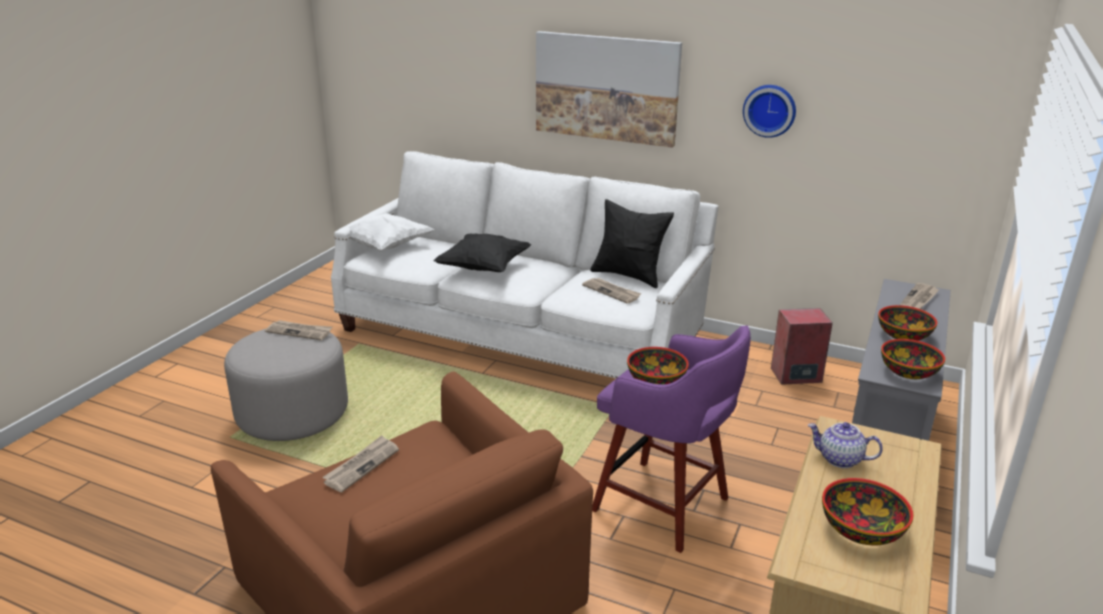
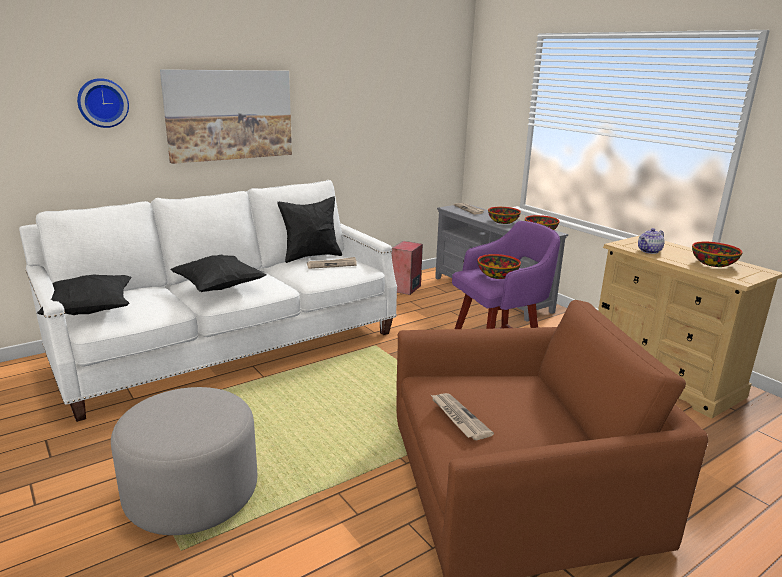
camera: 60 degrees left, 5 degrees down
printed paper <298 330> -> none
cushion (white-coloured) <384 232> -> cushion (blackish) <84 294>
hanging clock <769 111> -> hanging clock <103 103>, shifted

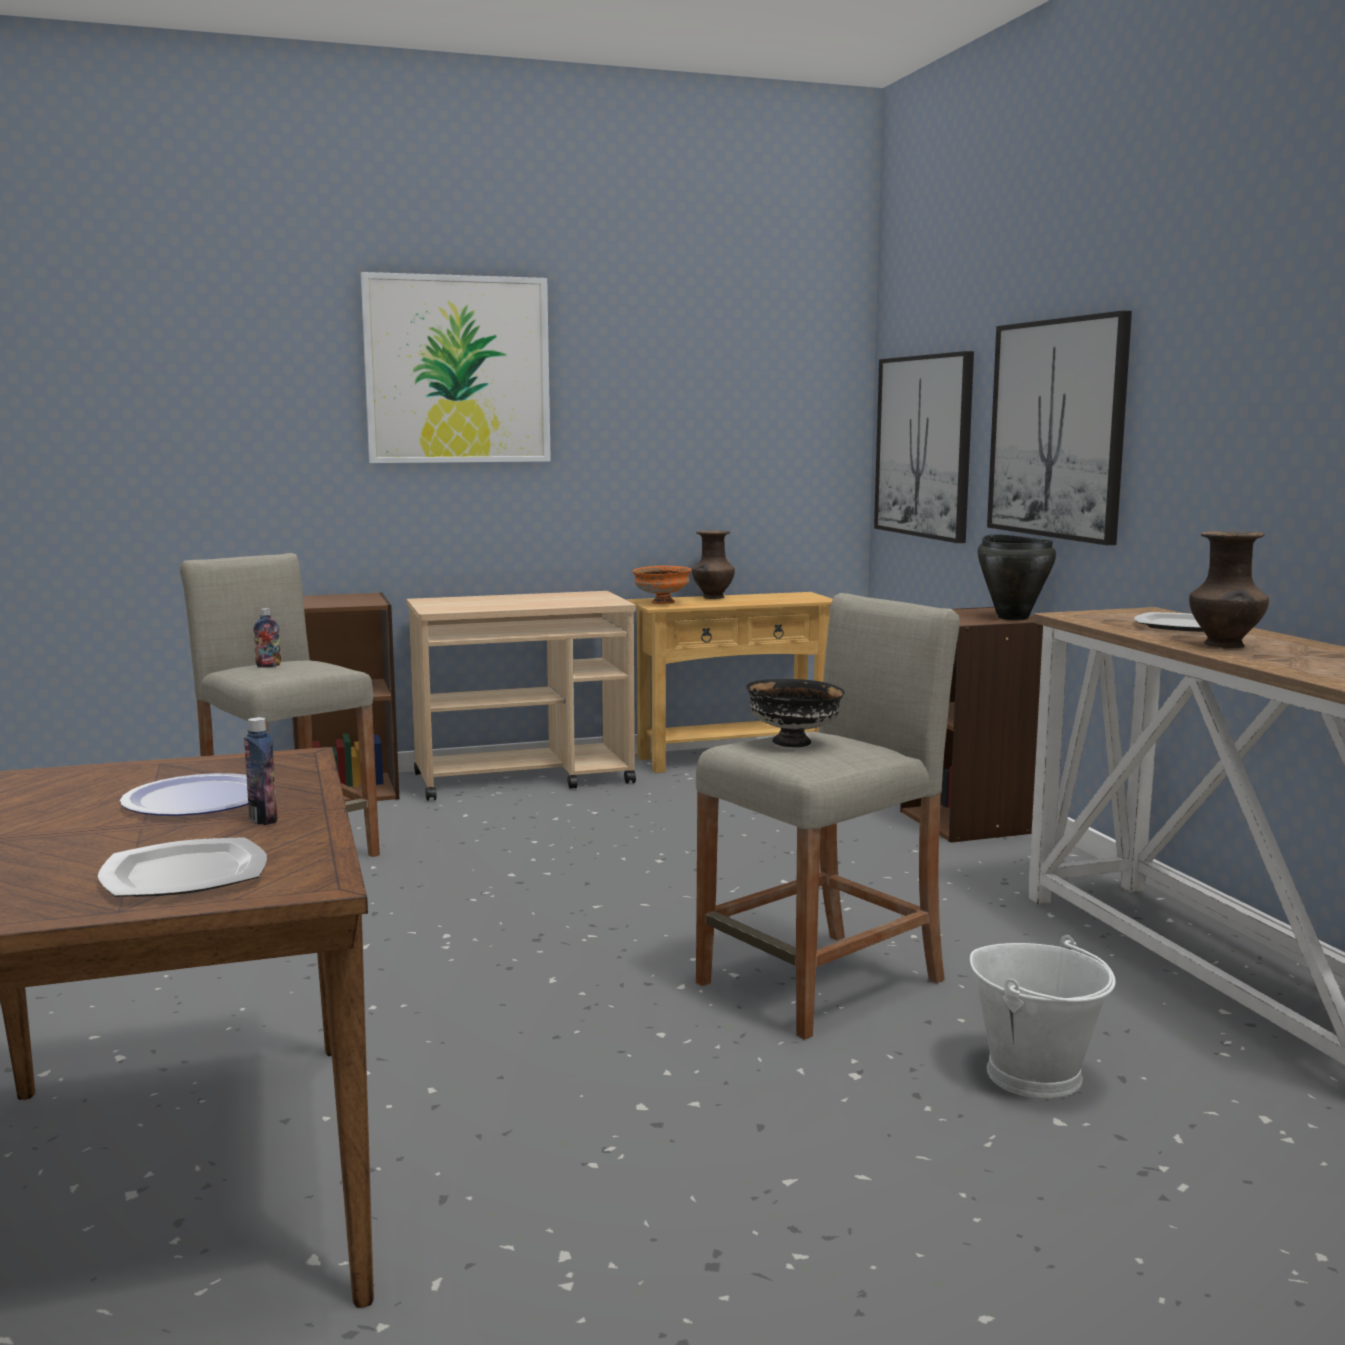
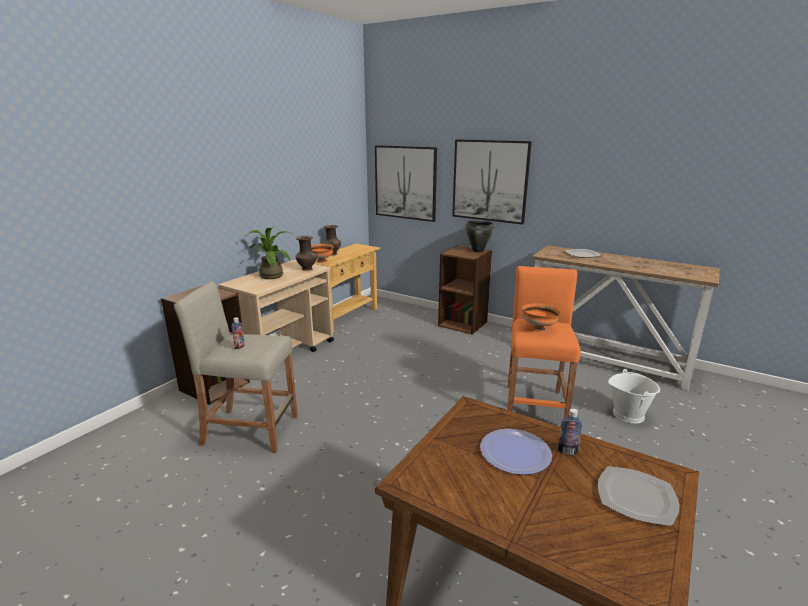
camera: 40 degrees left, 10 degrees up
picture <456 367> -> none
stool seat (sand-coloured) <828 816> -> stool seat (orange) <544 341>
deep dish (blackish) <795 713> -> deep dish (orange) <541 317>
decorative vase (brownish) <1229 589> -> decorative vase (brownish) <306 253>, shifted
none -> plant in a pot <268 253>

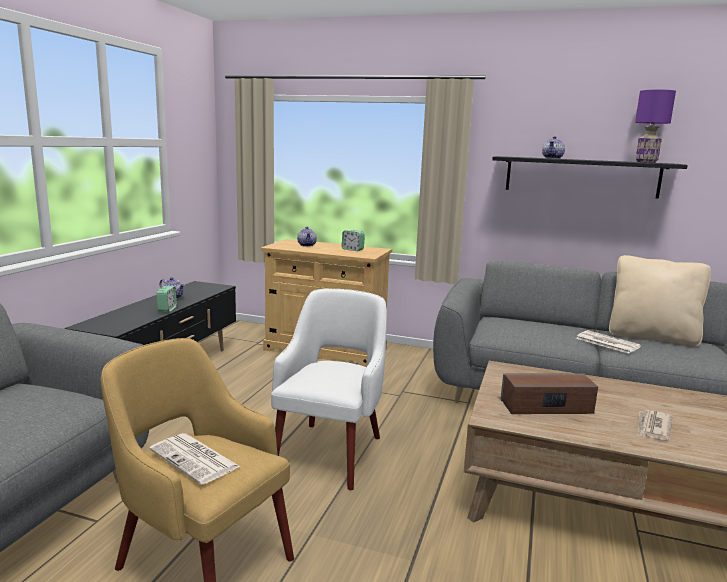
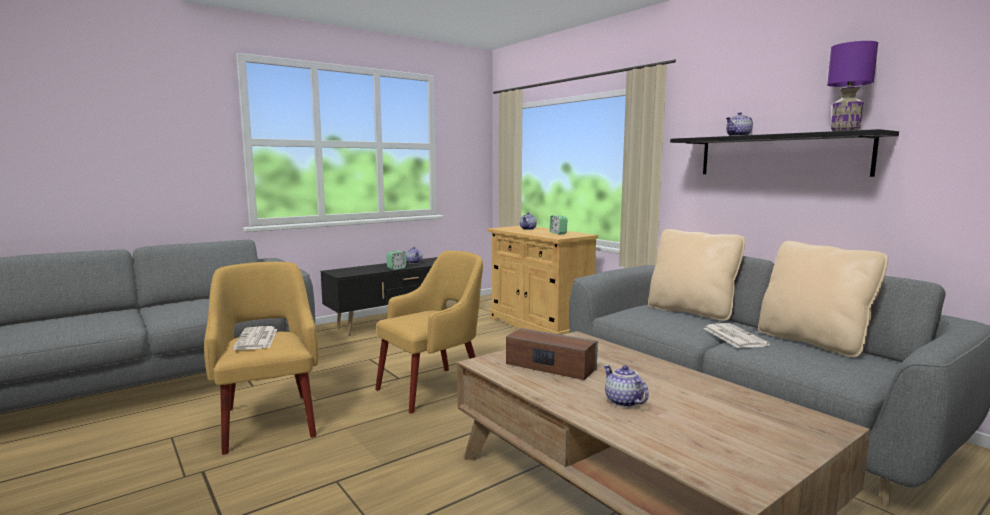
camera: 35 degrees right, 5 degrees down
armchair (white-coloured) <329 389> -> armchair (yellow) <429 332>
printed paper <654 425> -> teapot <626 386>
none -> cushion (sand-coloured) <696 275>

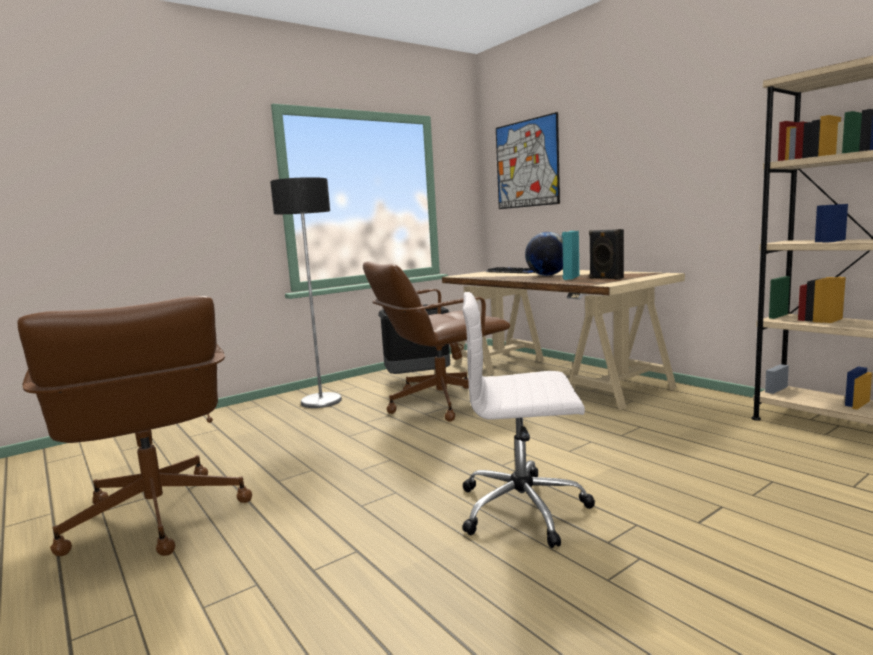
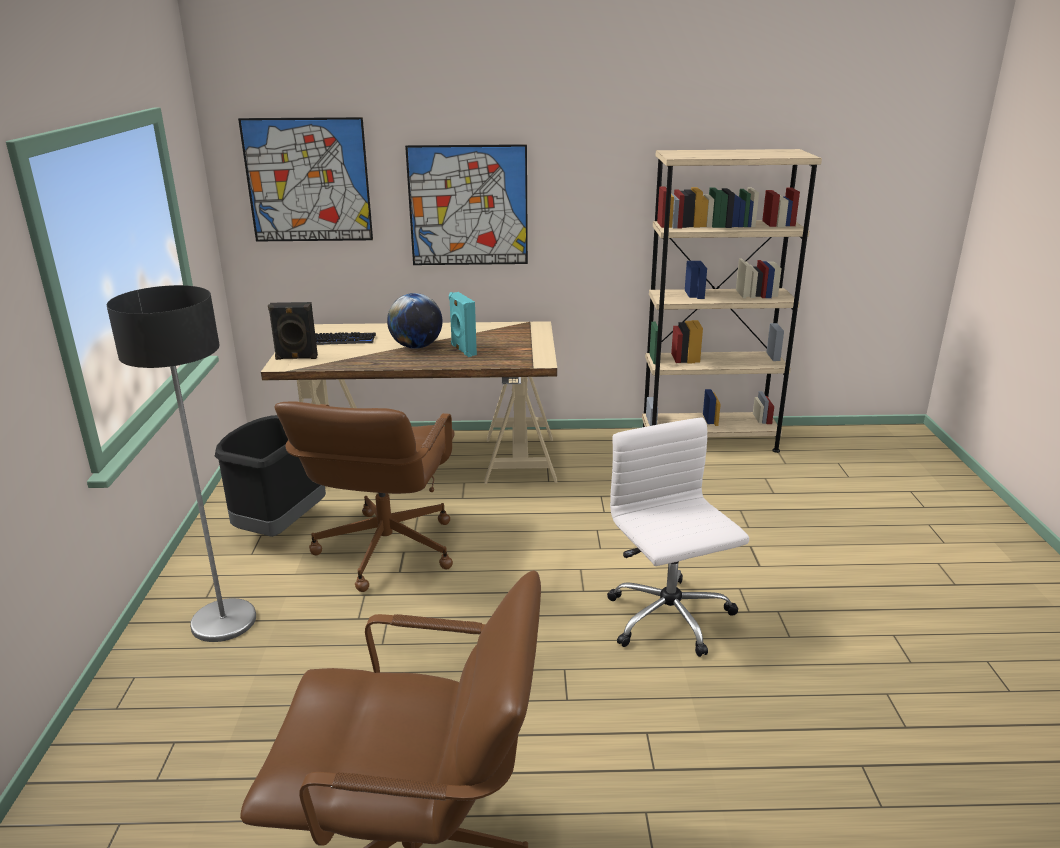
camera: 55 degrees left, 15 degrees up
office chair (white-coloured) <528 420> -> office chair (white-coloured) <678 537>, 120 degrees clockwise
audio speaker (blackish) <606 254> -> audio speaker (blackish) <293 331>, shifted
none -> picture <466 204>

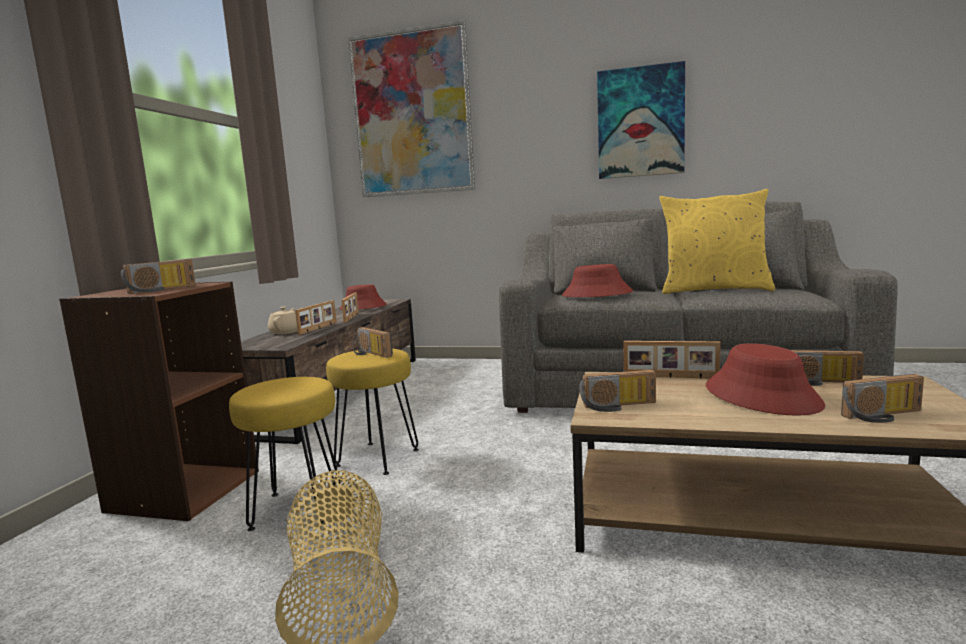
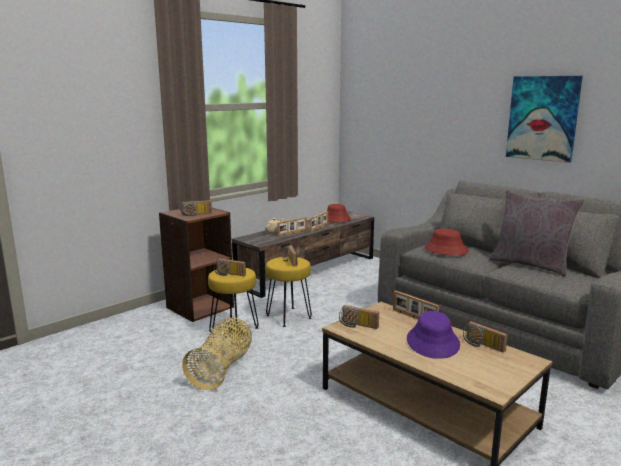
camera: 30 degrees right, 5 degrees up
picture <411 108> -> none
cushion (yellow) <717 241> -> cushion (grey) <536 233>
clothing hat (red-coloured) <765 379> -> clothing hat (purple-coloured) <433 335>
radio set <882 398> -> radio set <230 267>, shifted

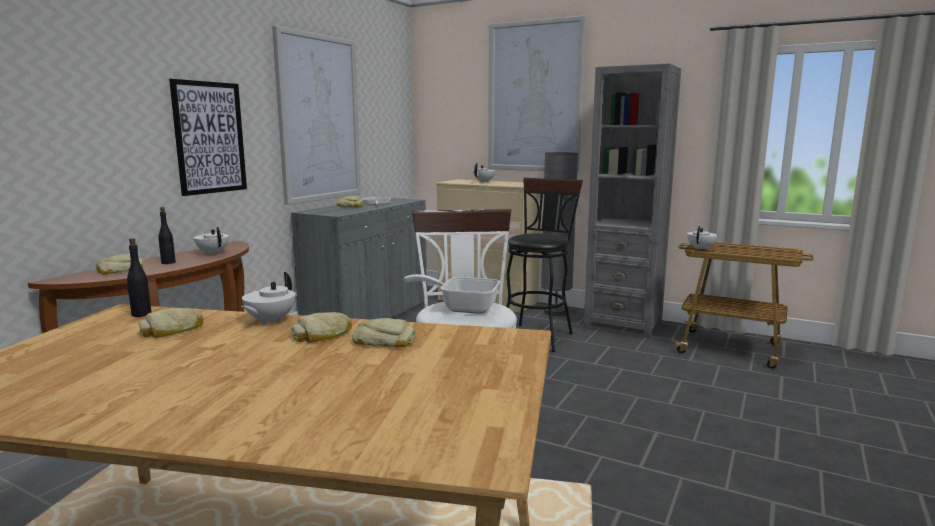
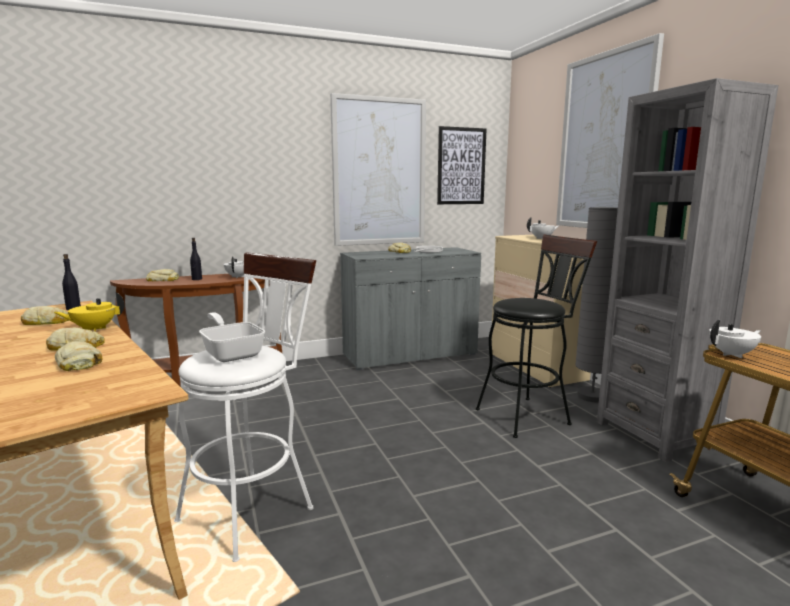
camera: 40 degrees right, 0 degrees up
picture <208 137> -> picture <462 165>, shifted
teapot (white-coloured) <268 298> -> teapot (yellow) <89 311>

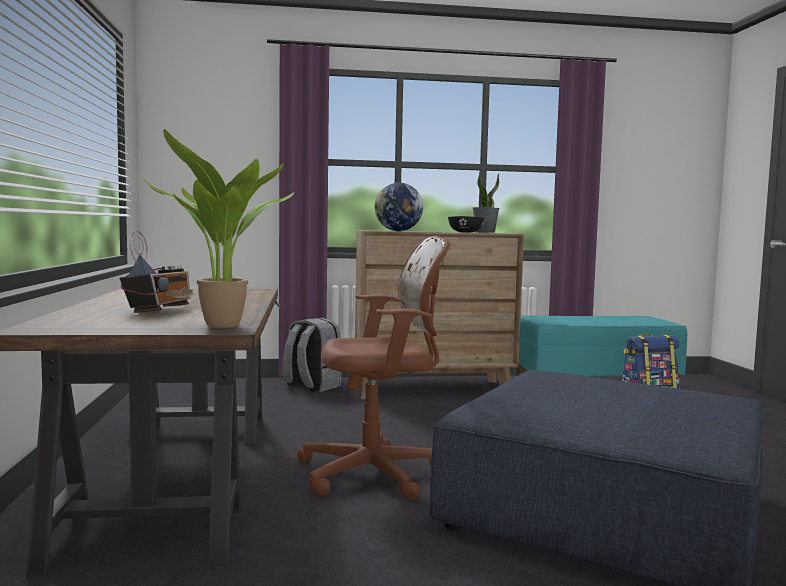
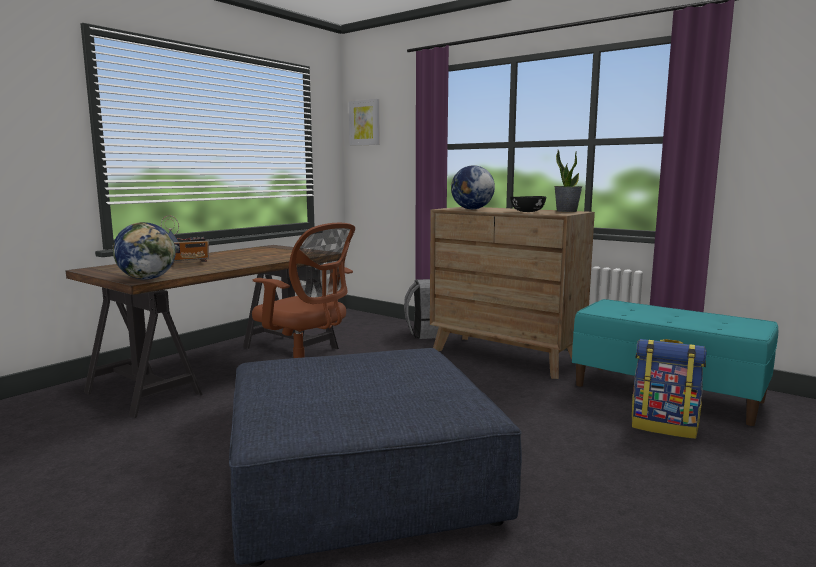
camera: 45 degrees right, 5 degrees up
plant in a pot <219 228> -> desk globe <144 251>
none -> picture <364 122>

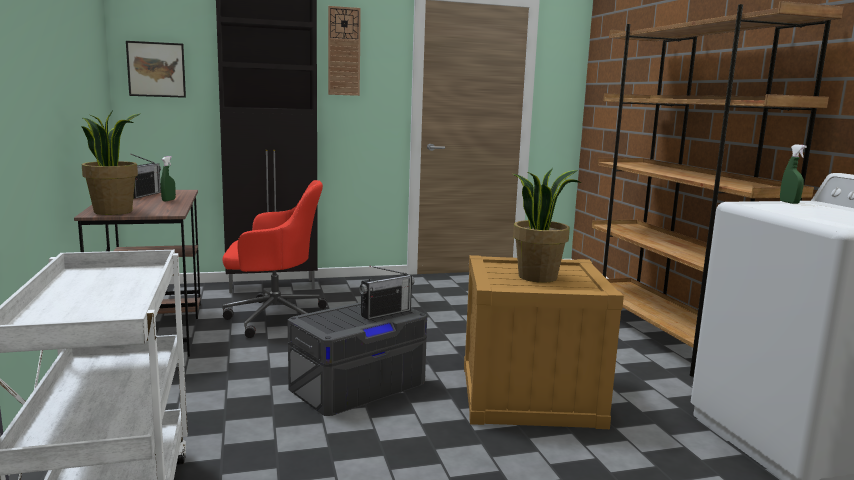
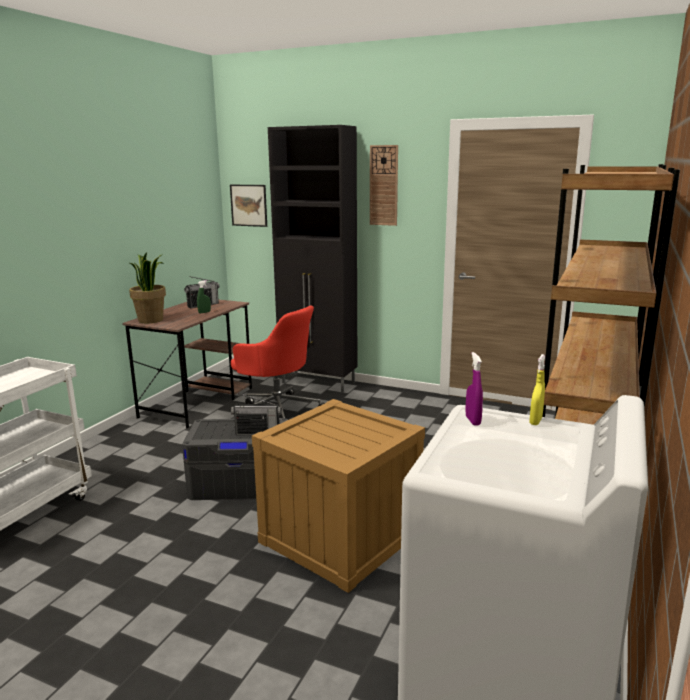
camera: 40 degrees right, 5 degrees up
plant in a pot <547 225> -> none
spray bottle (green-coloured) <793 174> -> spray bottle (yellow) <537 389>
none -> spray bottle (purple-coloured) <474 389>

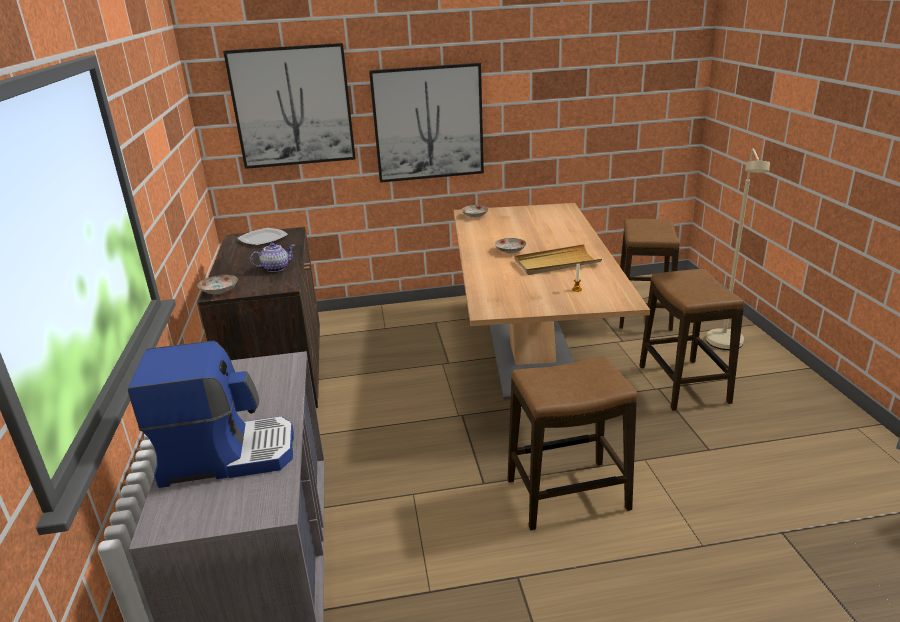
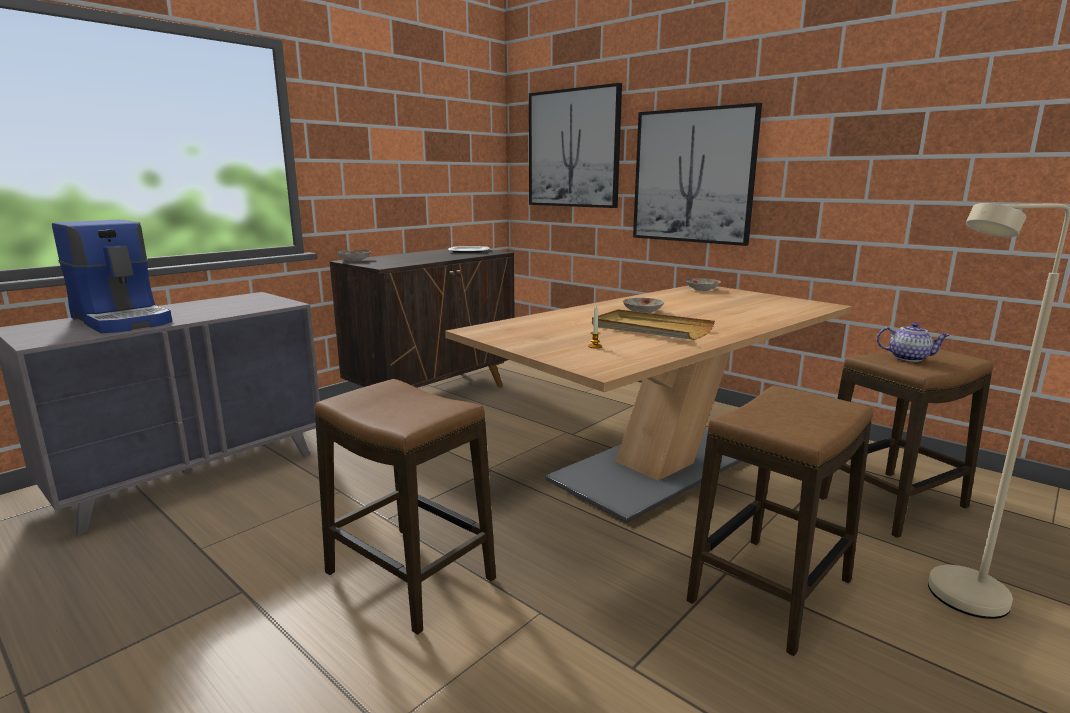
camera: 50 degrees right, 10 degrees down
teapot <272 257> -> teapot <913 342>, shifted

